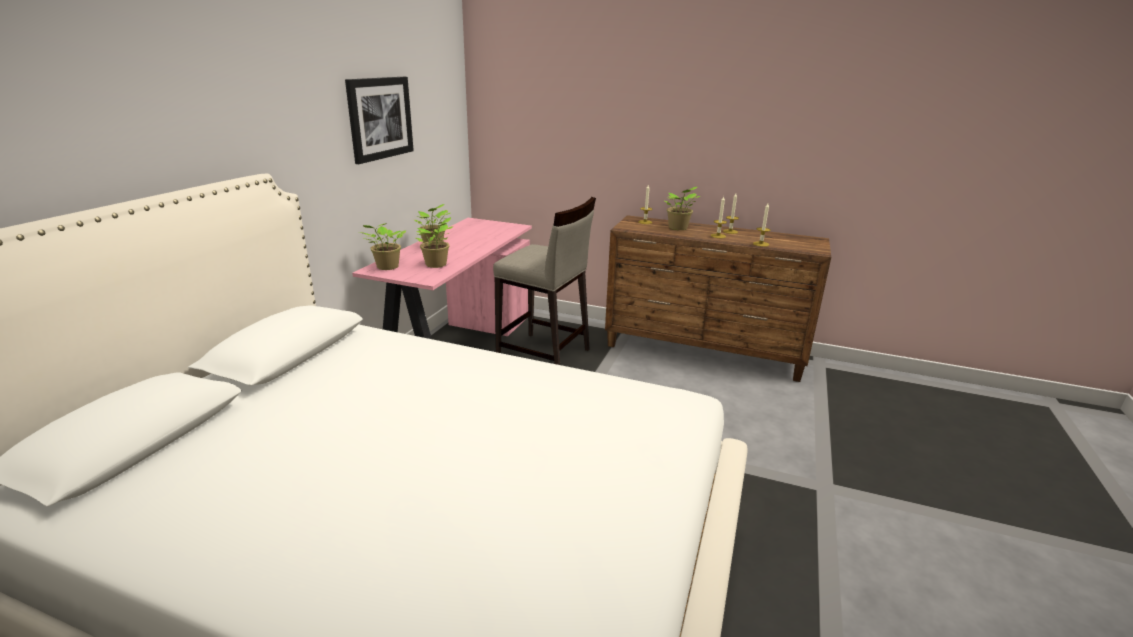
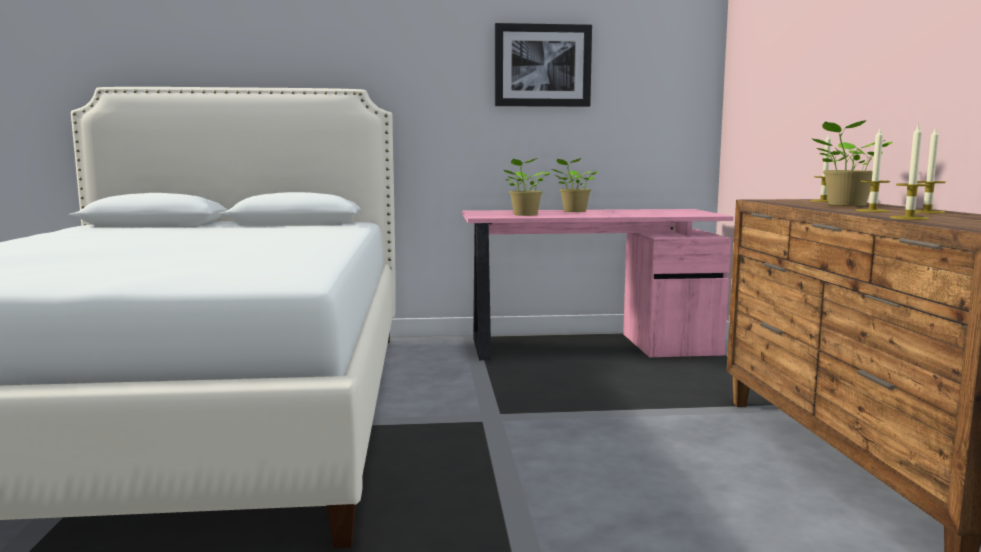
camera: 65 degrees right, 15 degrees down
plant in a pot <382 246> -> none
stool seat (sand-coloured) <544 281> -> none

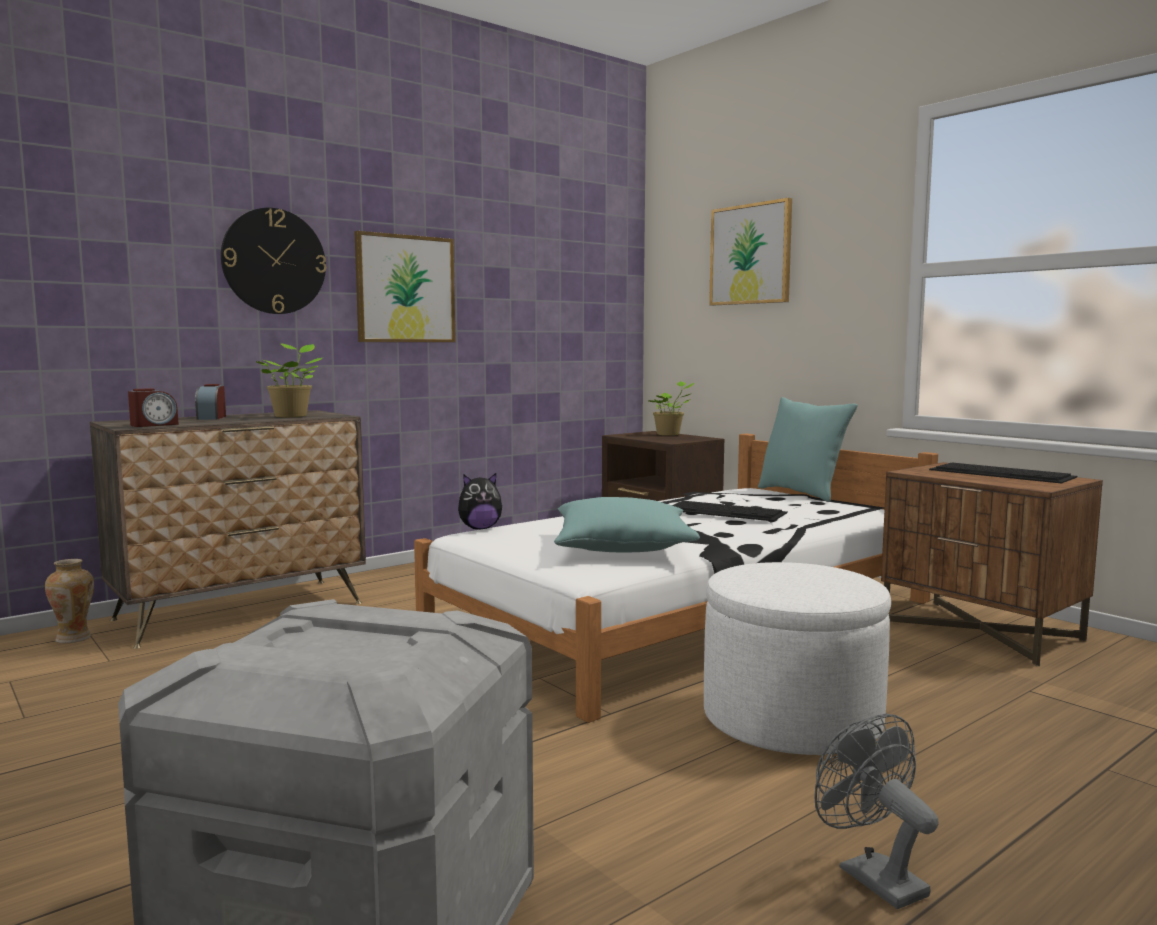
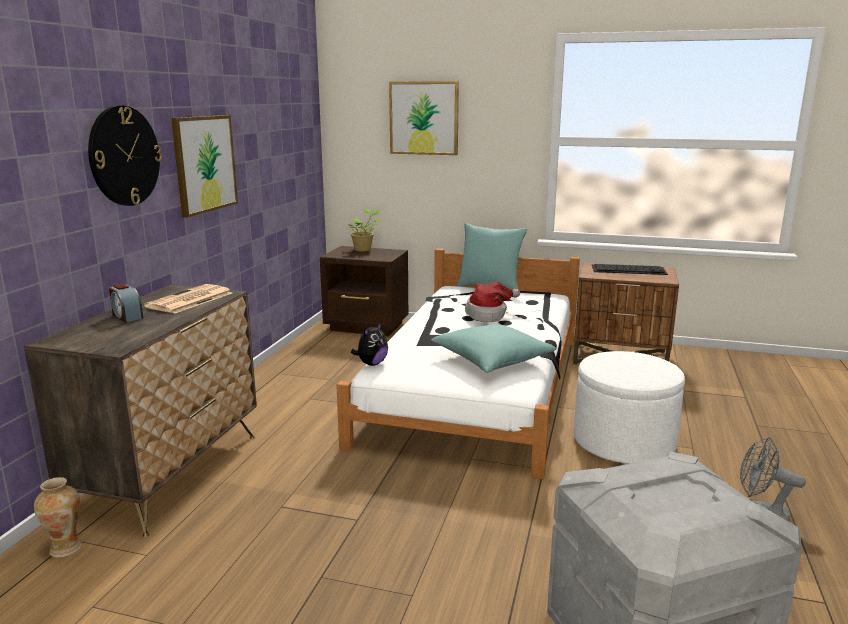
camera: 35 degrees left, 10 degrees up
alarm clock <153 407> -> none
plant in a pot <289 380> -> printed paper <188 299>
computer keyboard <730 511> -> clothing hat <492 302>

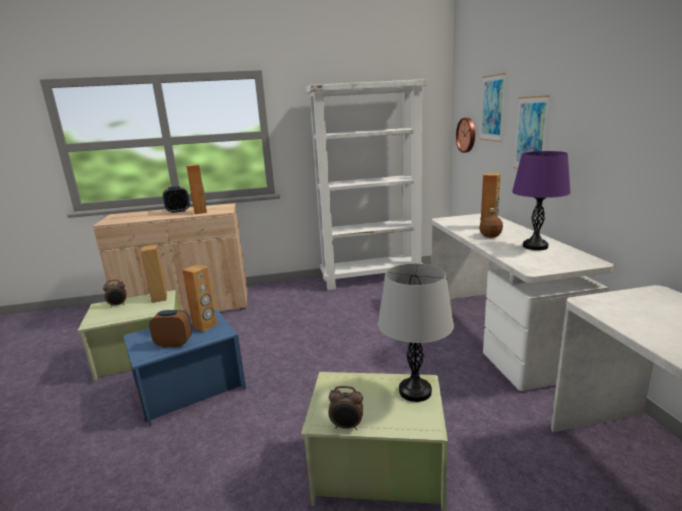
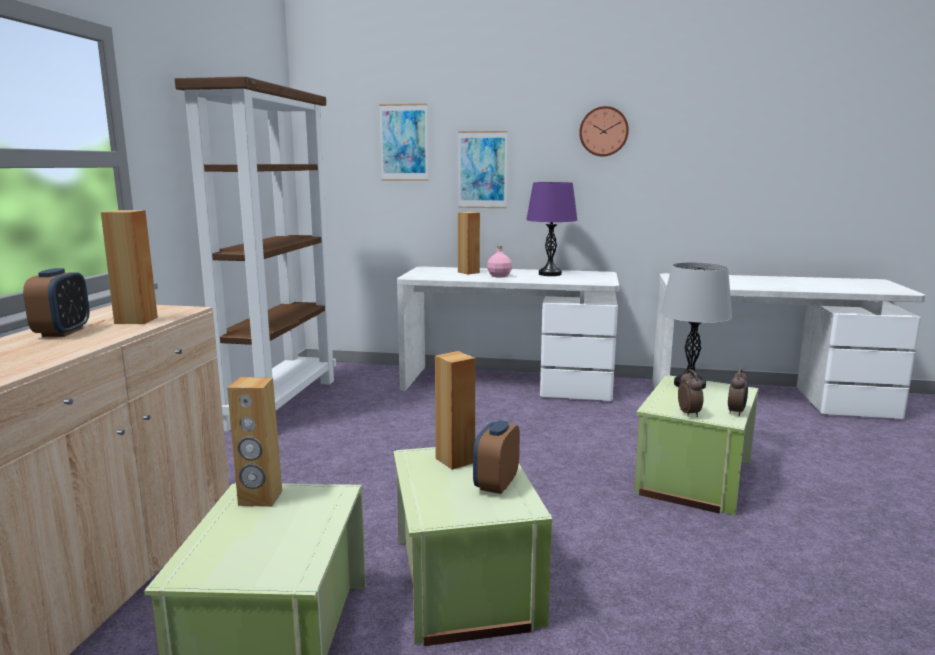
camera: 70 degrees left, 5 degrees down
alarm clock <115 293> -> alarm clock <691 393>, shifted
storage box (blue) <184 368> -> storage box (green-coloured) <473 546>
bookshelf (white-coloured) <366 184> -> bookshelf (brownish) <255 254>
hanging clock <465 135> -> hanging clock <604 131>, shifted
drink bottle (brownish) <491 223> -> drink bottle (pink-coloured) <499 261>

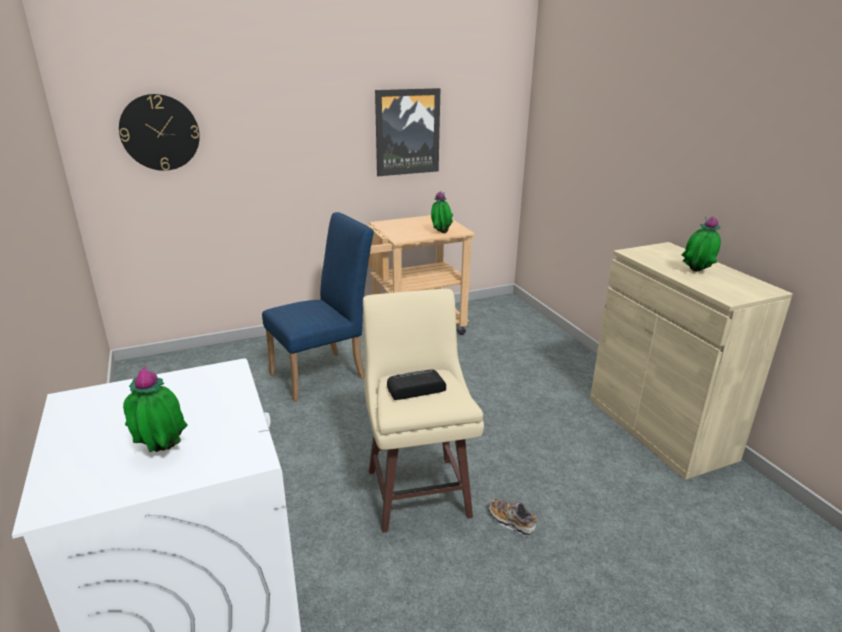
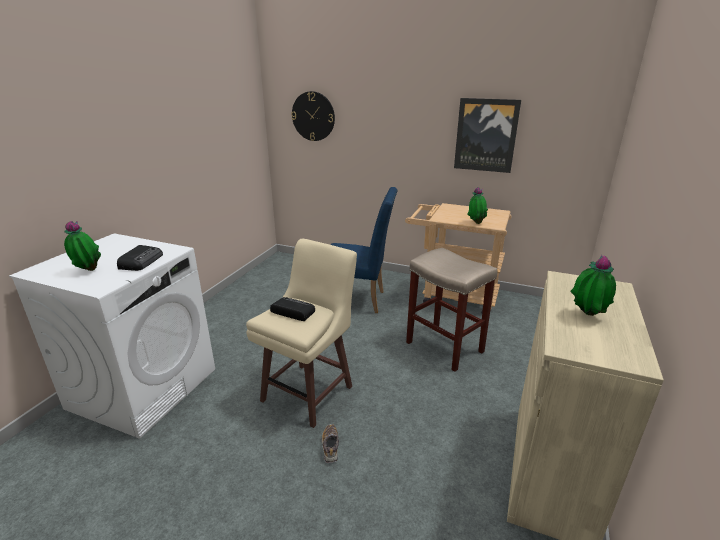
camera: 45 degrees right, 0 degrees up
none -> radio set <140 258>
none -> stool seat (sand-coloured) <451 310>

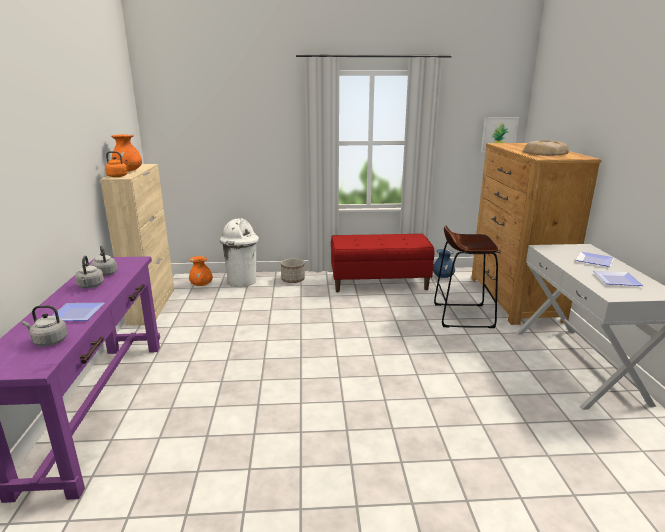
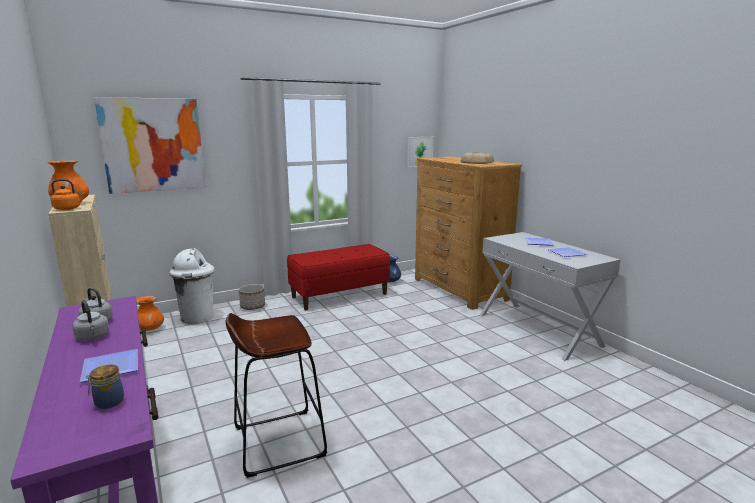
camera: 25 degrees left, 5 degrees down
water kettle (grey) <45 325> -> preserve jar <105 387>
stool seat (brownish) <466 276> -> stool seat (brownish) <276 395>, shifted
none -> picture <150 145>

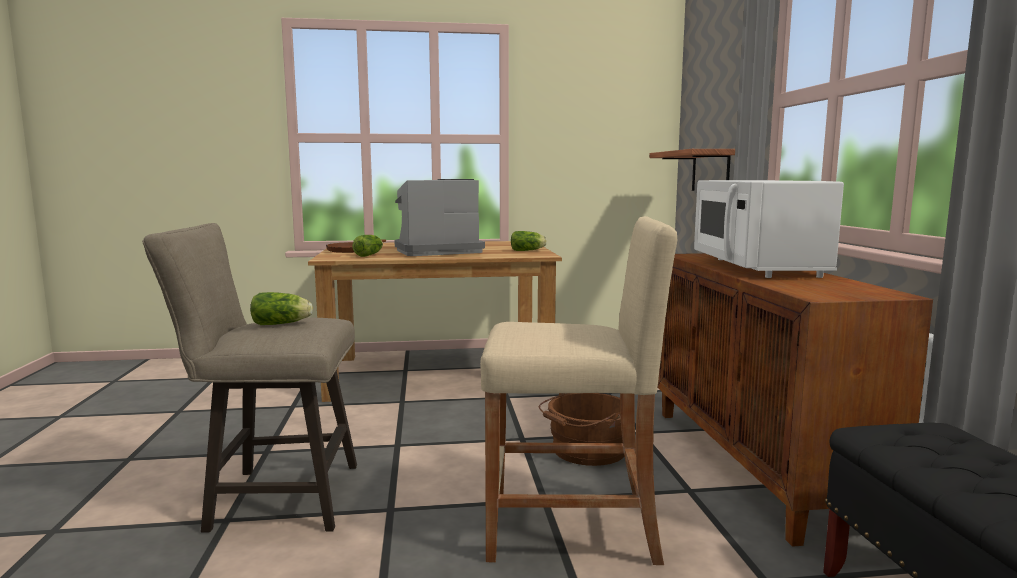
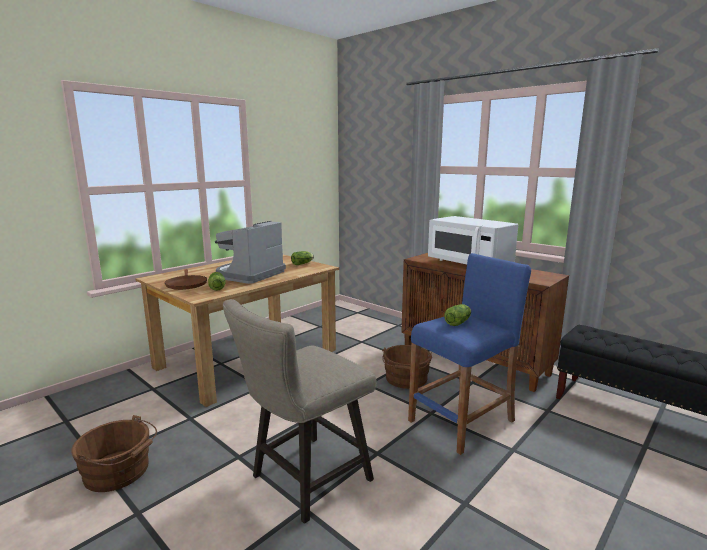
camera: 40 degrees left, 5 degrees up
lettuce <281 308> -> lettuce <457 315>, shifted
stool seat (sand-coloured) <578 390> -> stool seat (blue) <469 354>
wall shelf <692 170> -> none
none -> pail (brownish) <114 453>

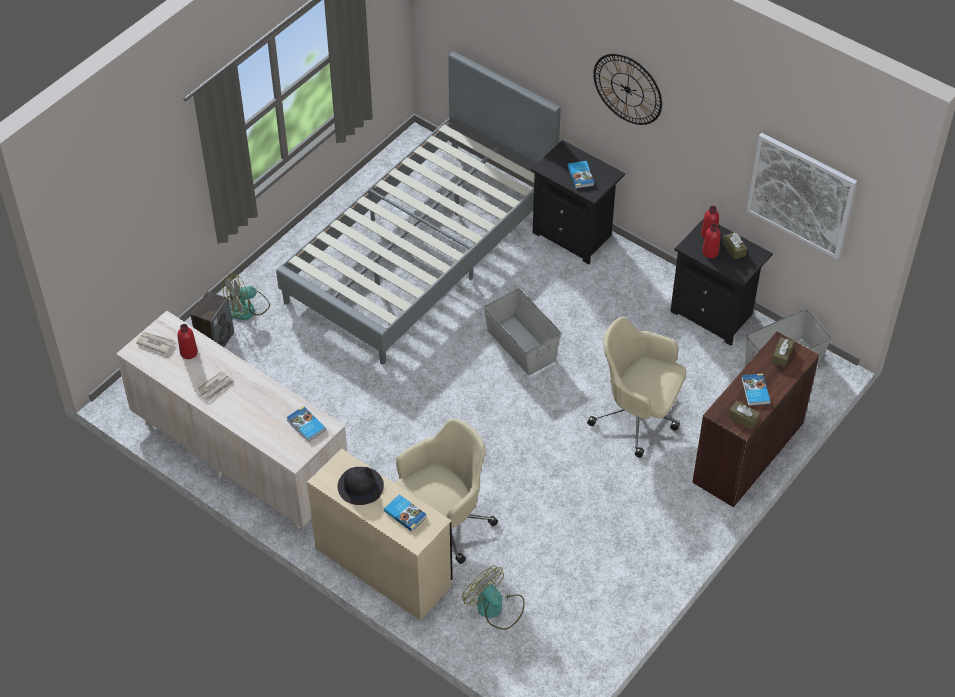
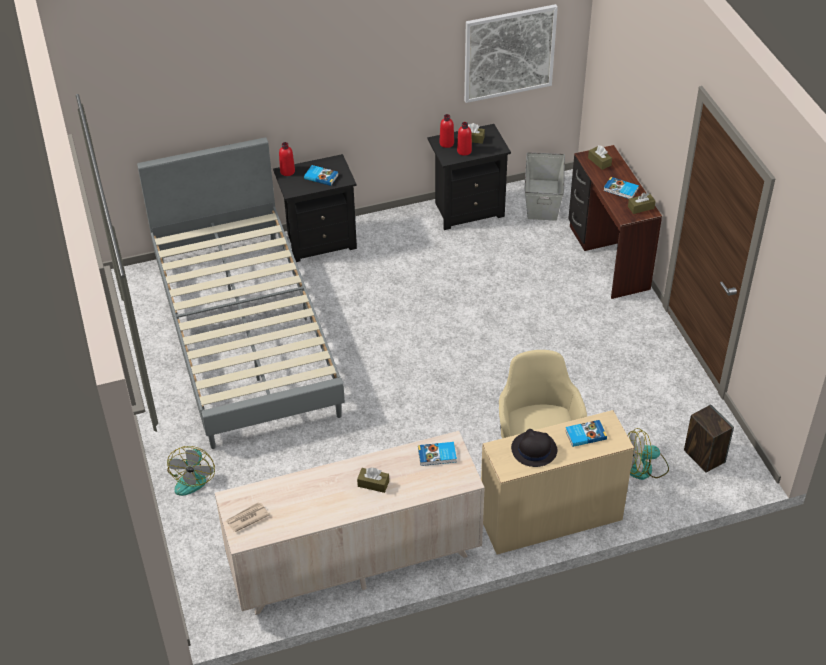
camera: 55 degrees left, 5 degrees down
drink bottle (red-coloured) <187 341> -> drink bottle (red-coloured) <287 159>, shifted
audio speaker <212 319> -> audio speaker <709 438>, shifted
printed paper <214 386> -> none
storage box (grey) <522 332> -> none
office chair (sand-coloured) <636 387> -> none
hanging clock <627 89> -> none
none -> box of tissues (brownish) <373 480>

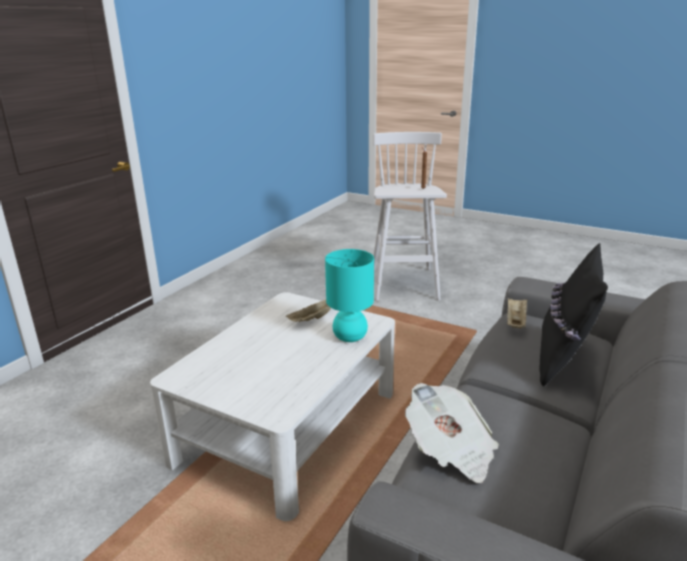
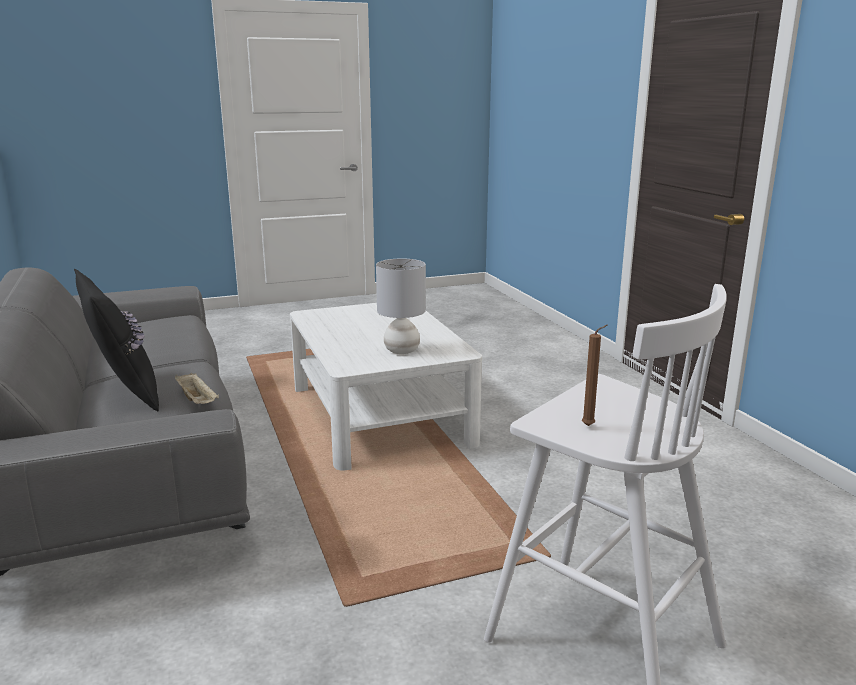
camera: 130 degrees right, 5 degrees down
carrying tray (sand-coloured) <308 310> -> lamp for a table (grey) <401 306>
lamp for a table (turquoise) <349 295> -> none
printed paper <452 433> -> none

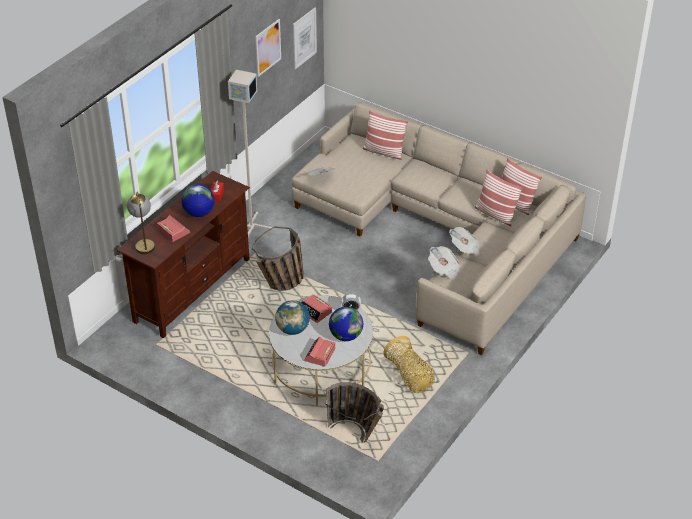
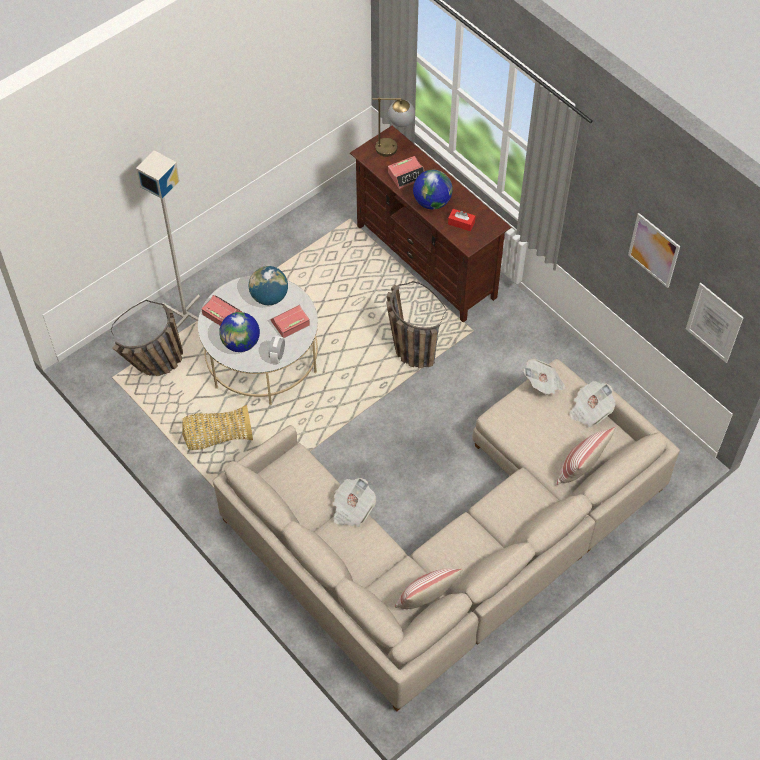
camera: 105 degrees right, 15 degrees up
standard lamp (grey) <250 153> -> standard lamp (grey) <168 239>, shifted
printed paper <444 263> -> printed paper <592 404>, shifted
cushion <499 197> -> none

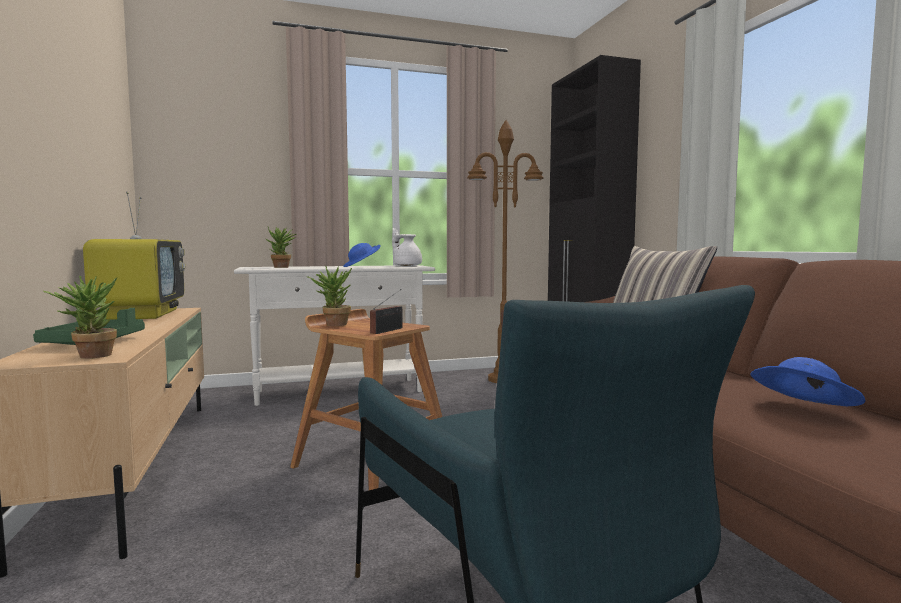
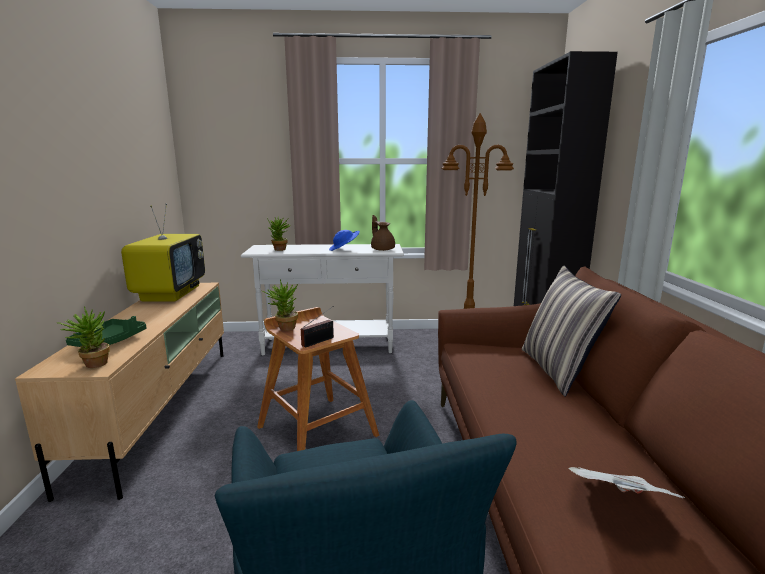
camera: 15 degrees right, 10 degrees up
teapot (white-coloured) <407 247> -> teapot (brownish) <383 233>
clothing hat (blue) <807 381> -> printed paper <626 482>

